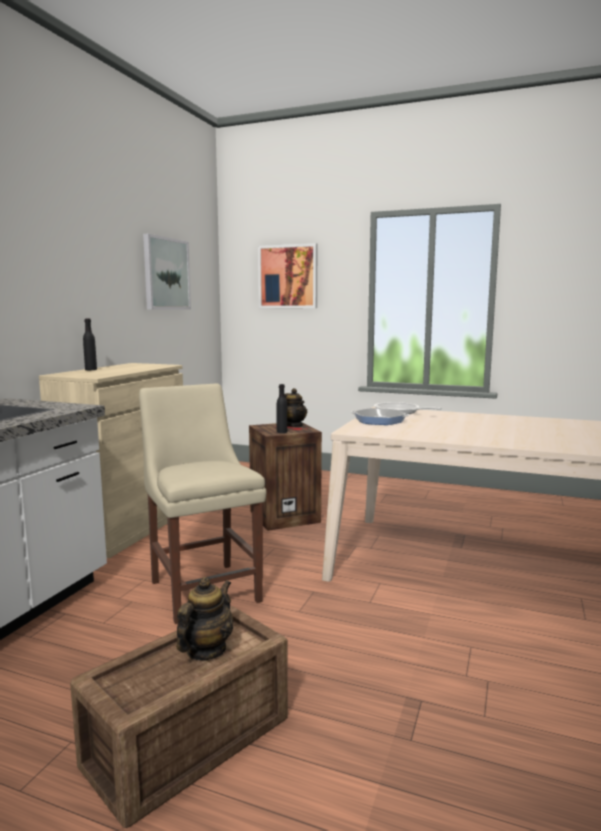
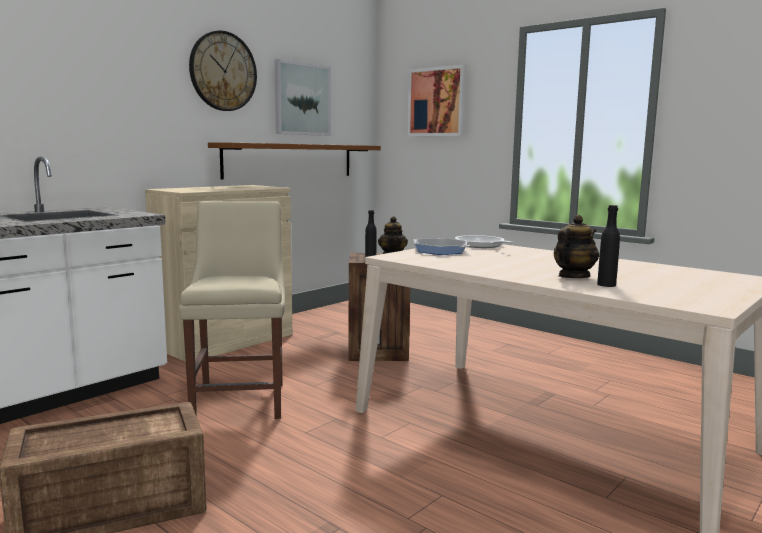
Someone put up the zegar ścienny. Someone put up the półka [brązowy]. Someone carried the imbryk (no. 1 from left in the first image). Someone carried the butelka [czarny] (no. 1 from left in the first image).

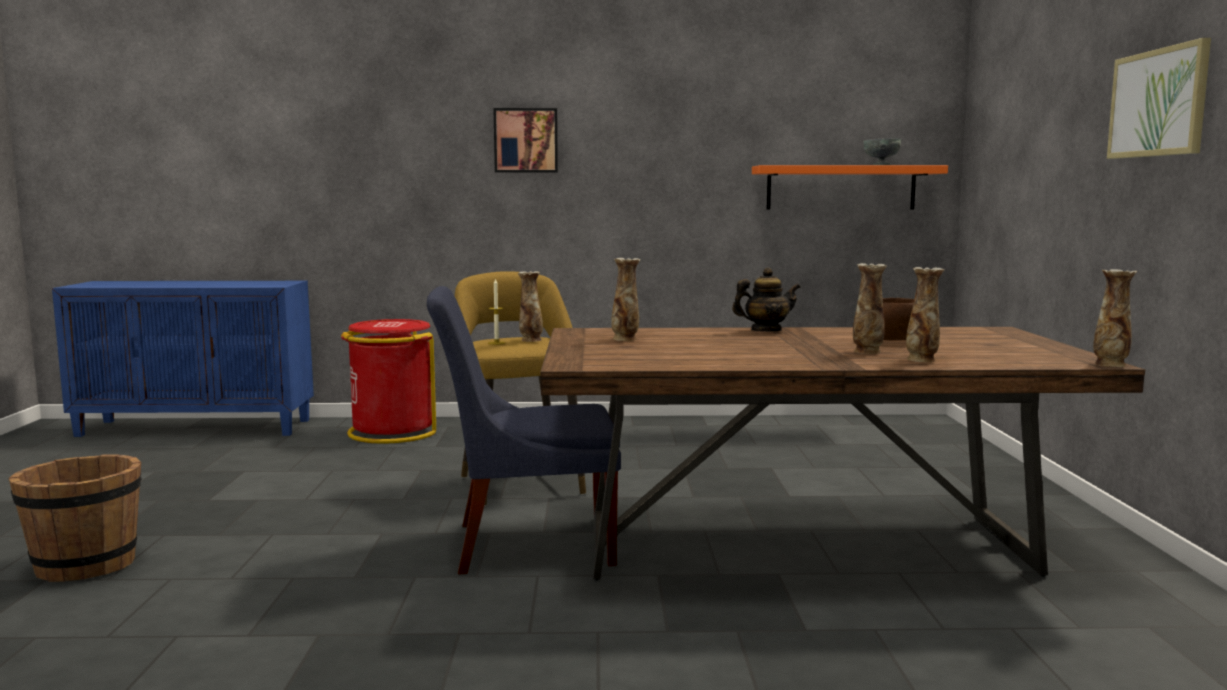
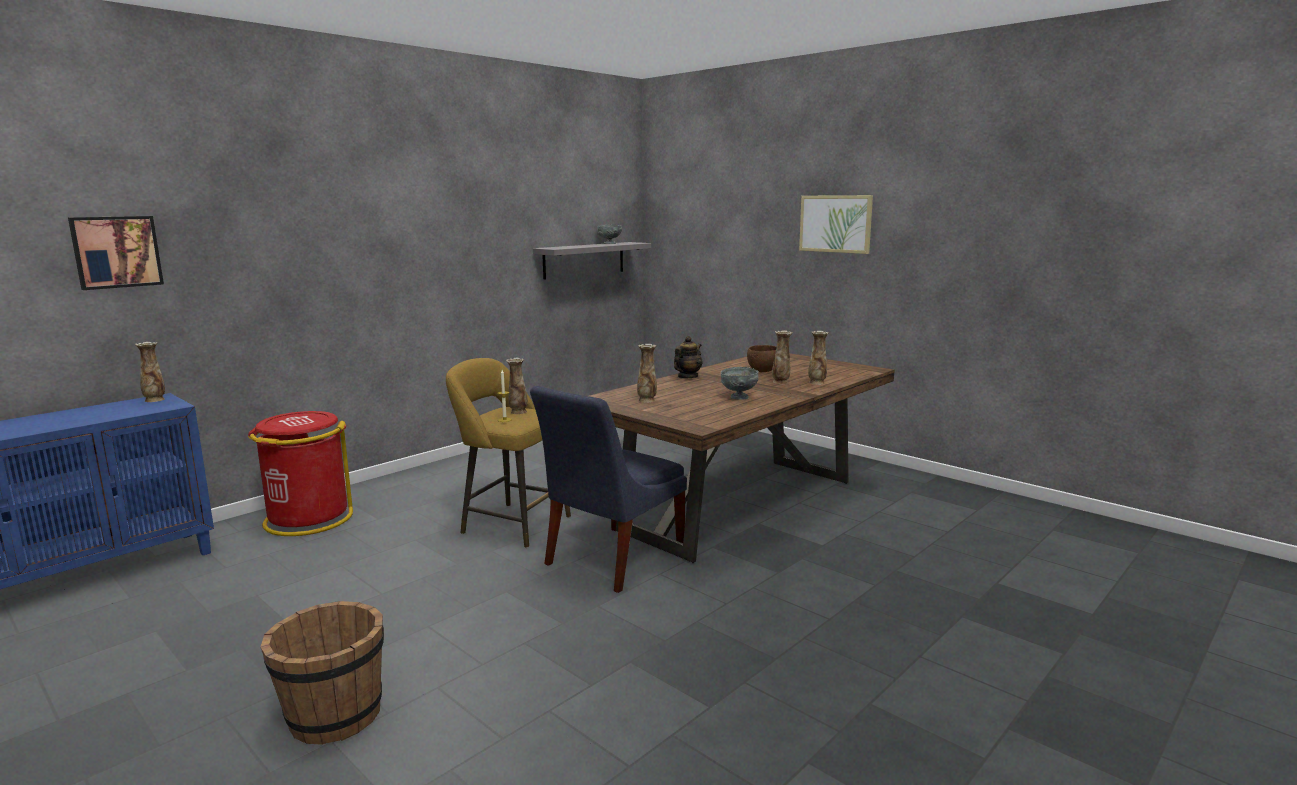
Someone carried the obraz (no. 1 from left). Someone carried the wazon (no. 5 from left in the first image). Someone repainted the półka [pomarańczowy], which became the półka [szary]. Someone put down the miska [szary] (no. 2 from left).

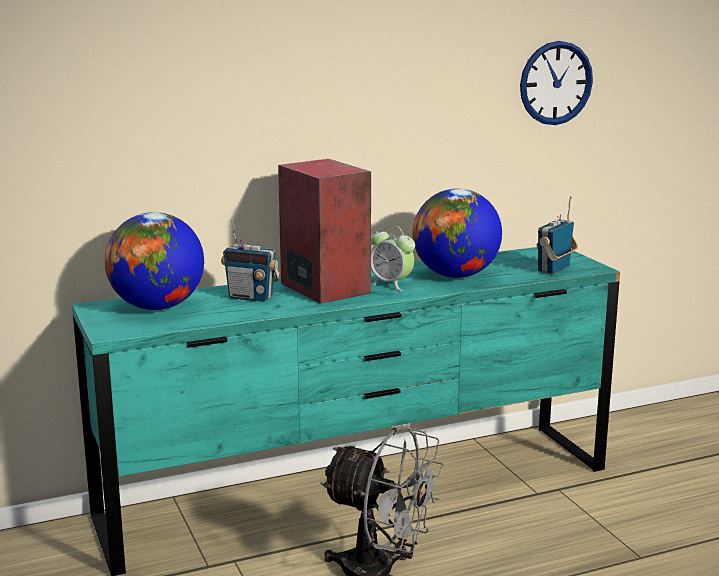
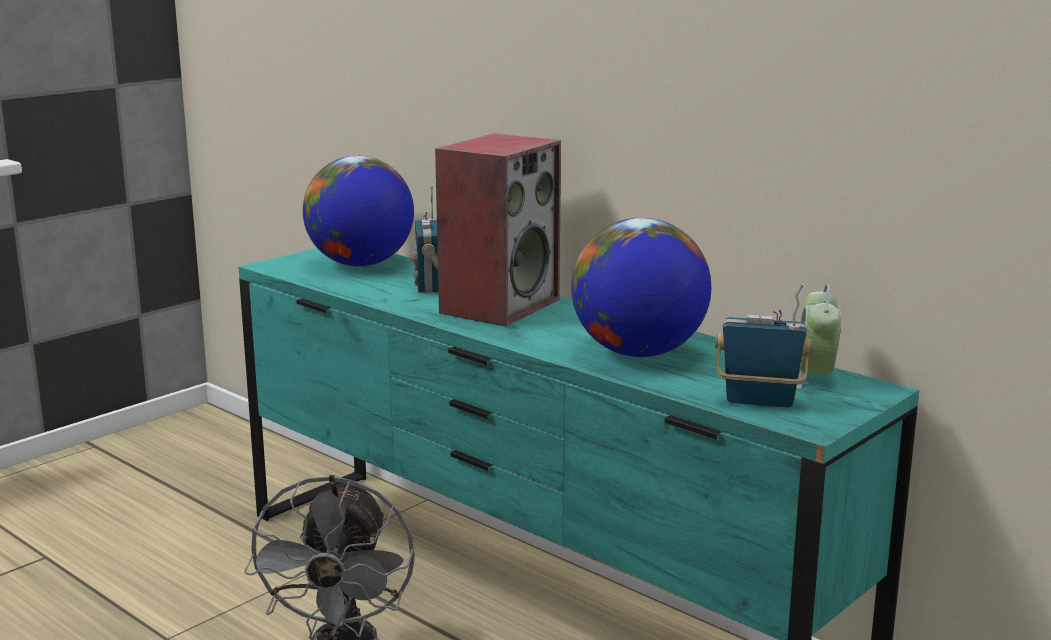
Someone carried the budzik. Someone took away the zegar ścienny.

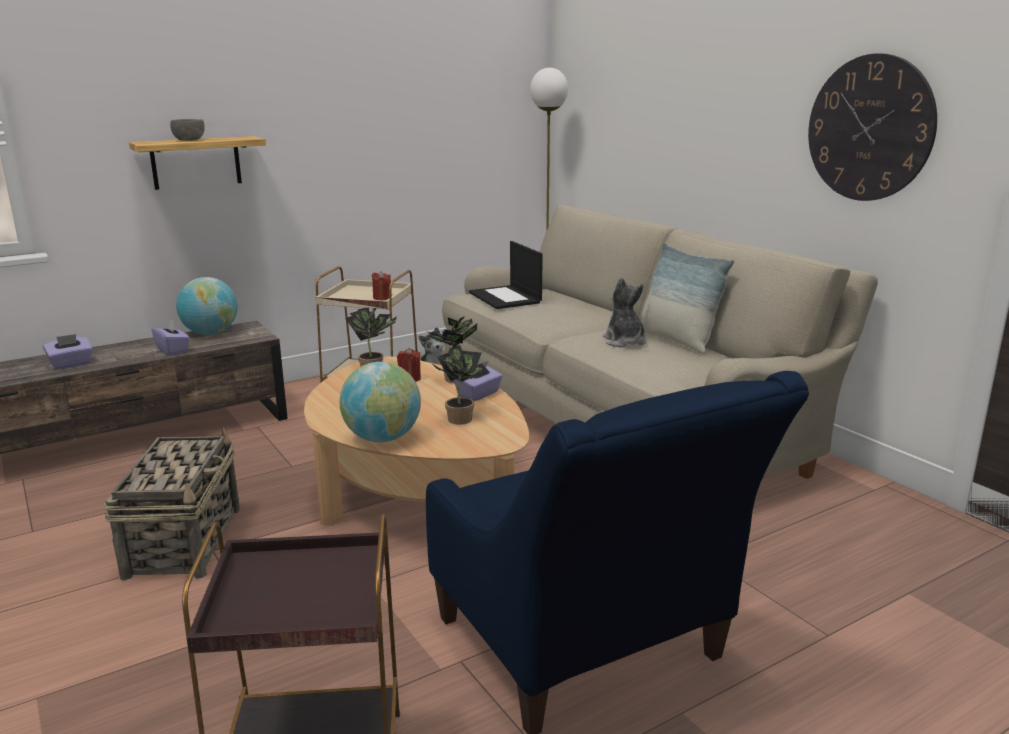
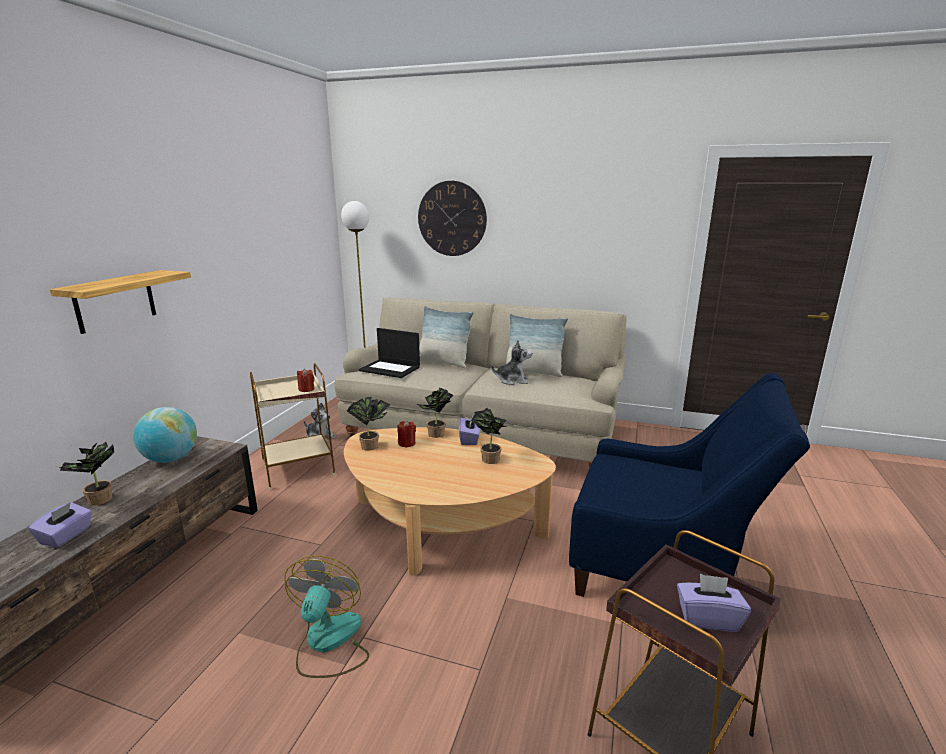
Someone put down the roślina doniczkowa (no. 1 from left). Someone swapped the koszyk for the wentylator. Someone carried the zegar ścienny. Someone put down the poduszka (no. 1 from left). Someone rotated the pluszak (no. 2 from left) by 150 degrees clockwise. Someone carried the pudełko chusteczek [fioletowy] (no. 2 from left in the first image). Someone took away the miska [szary]. Someone took away the globus (no. 2 from left).

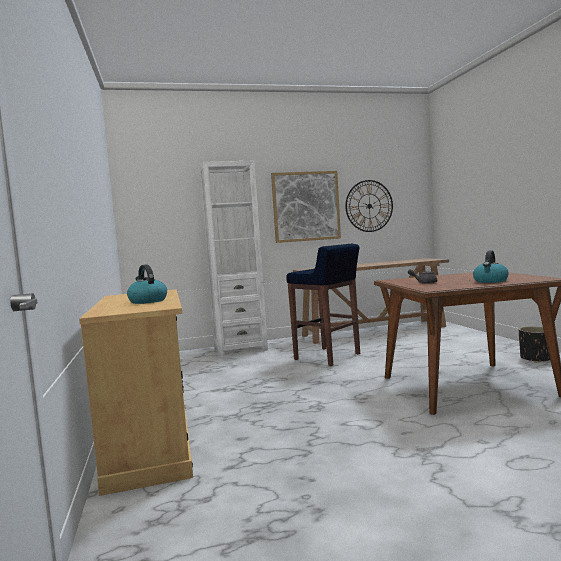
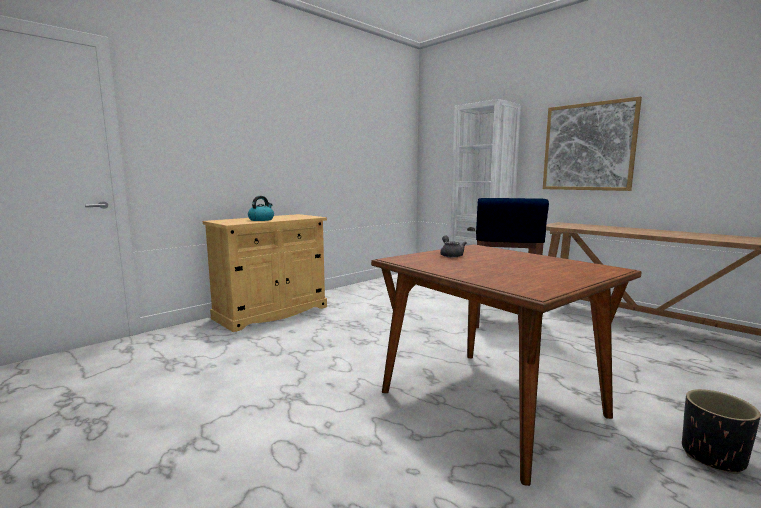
Someone took away the zegar ścienny. Someone took away the czajnik (no. 2 from left).

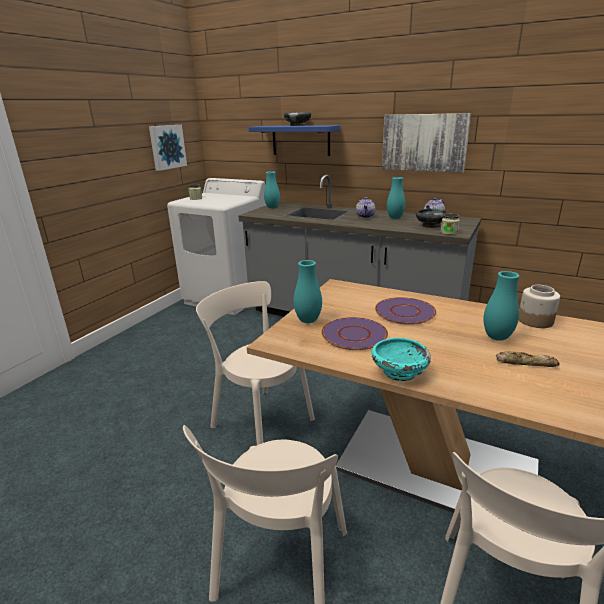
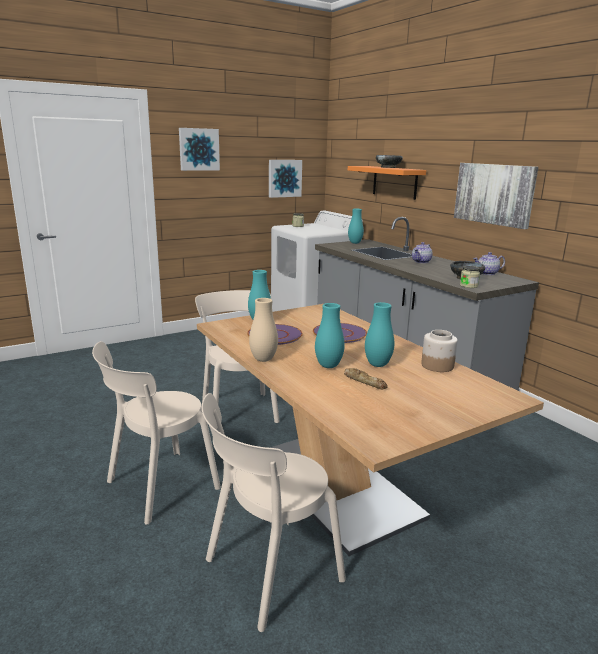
Someone put up the obraz (no. 1 from left). Someone swapped the miska [turkusowy] for the wazon [beżowy]. Someone carried the wazon [turkusowy] (no. 3 from left in the first image). Someone repainted the półka [niebieski], which became the półka [pomarańczowy].

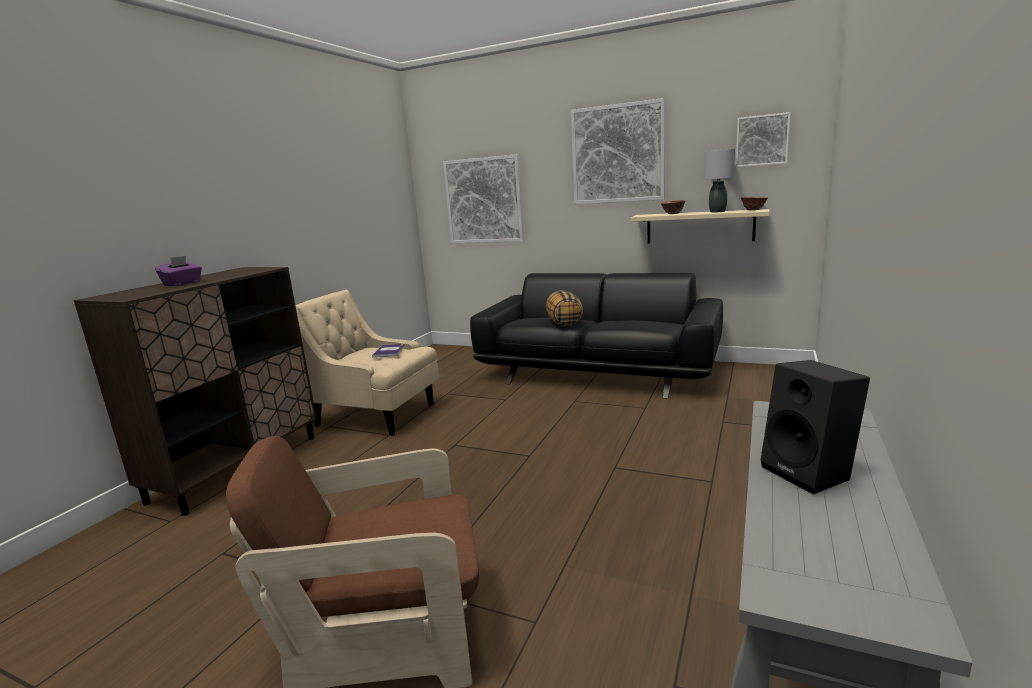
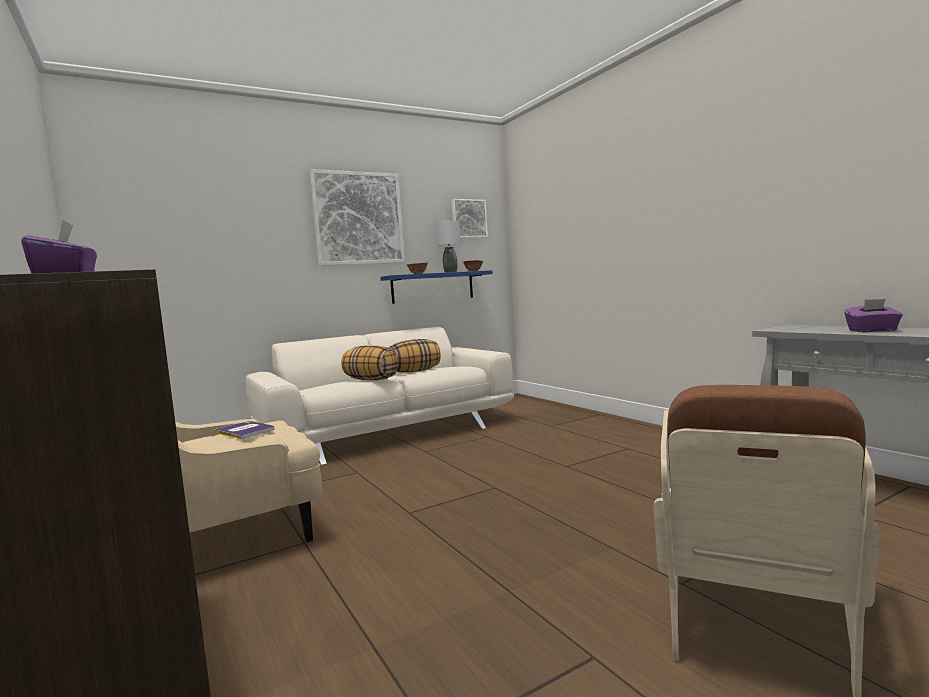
Someone repainted the kanapa [czarny], which became the kanapa [beżowy]. Someone repainted the półka [beżowy], which became the półka [niebieski]. Someone put down the poduszka (no. 2 from left). Someone swapped the głośnik [czarny] for the pudełko chusteczek [fioletowy] (no. 2 from left). Someone took away the obraz (no. 1 from left).

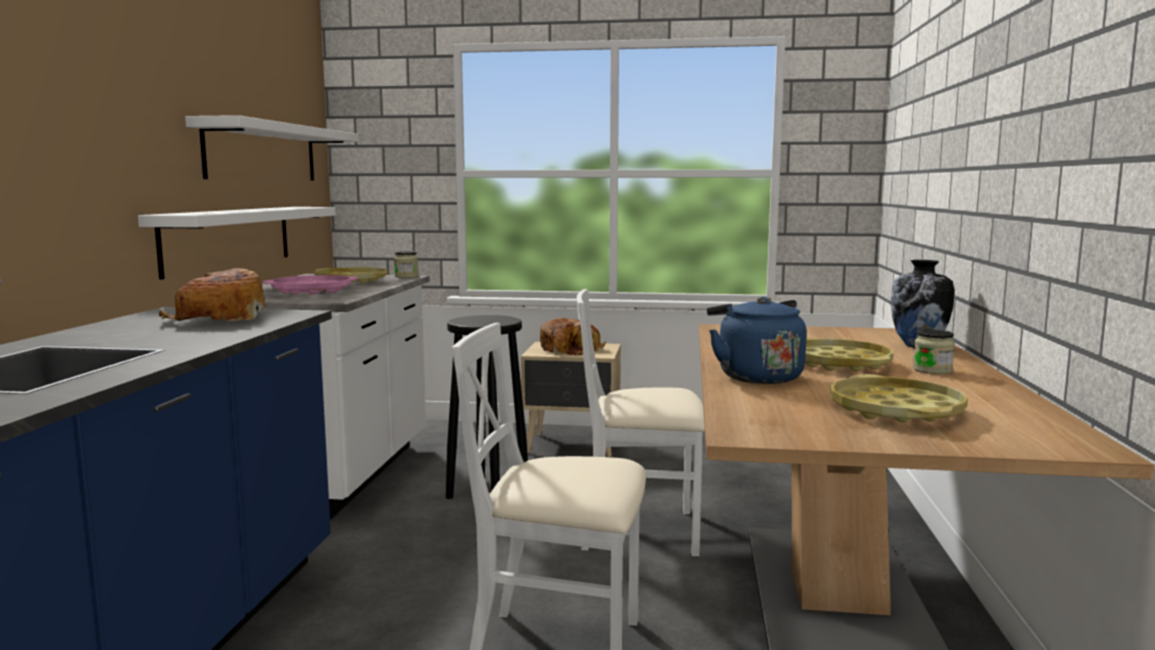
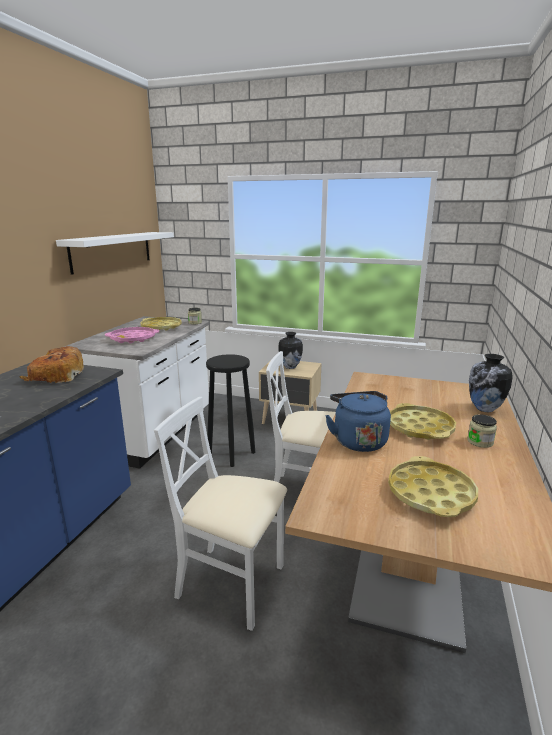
Someone swapped the chleb (no. 2 from left) for the wazon (no. 1 from left). Someone took away the półka [biały] (no. 1 from left).

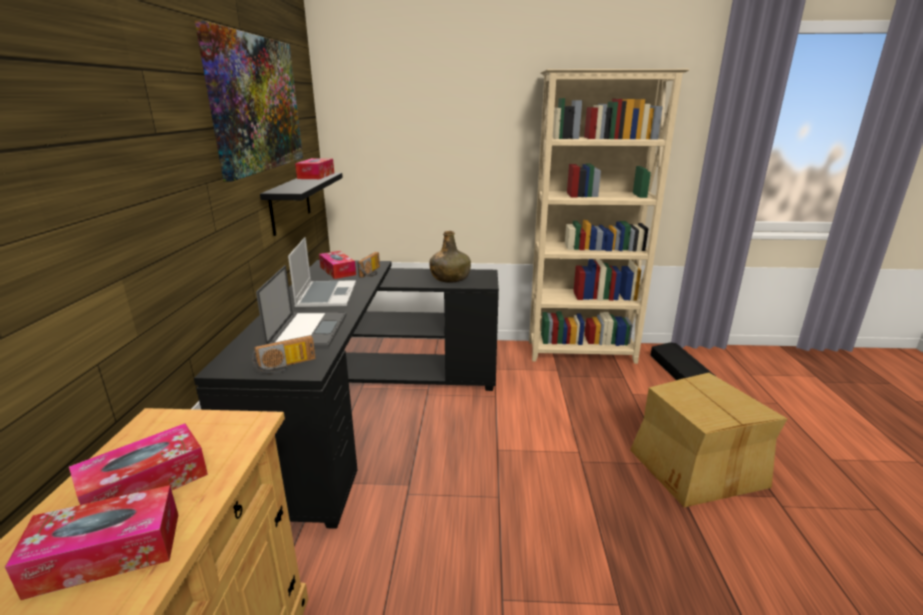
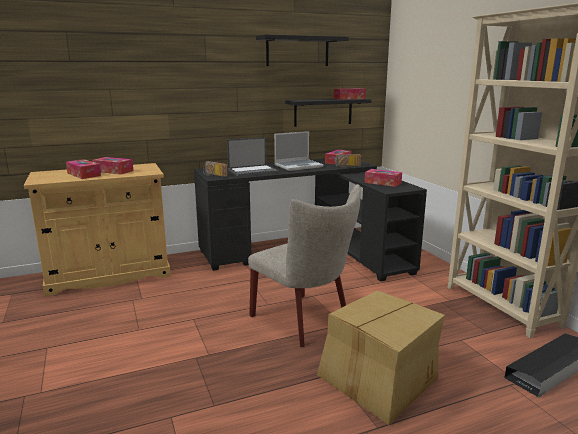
Someone put down the krzesło [beżowy]. Someone swapped the obraz for the półka [czarny] (no. 1 from left). Someone swapped the butelka [zielony] for the pudełko chusteczek (no. 5 from left).

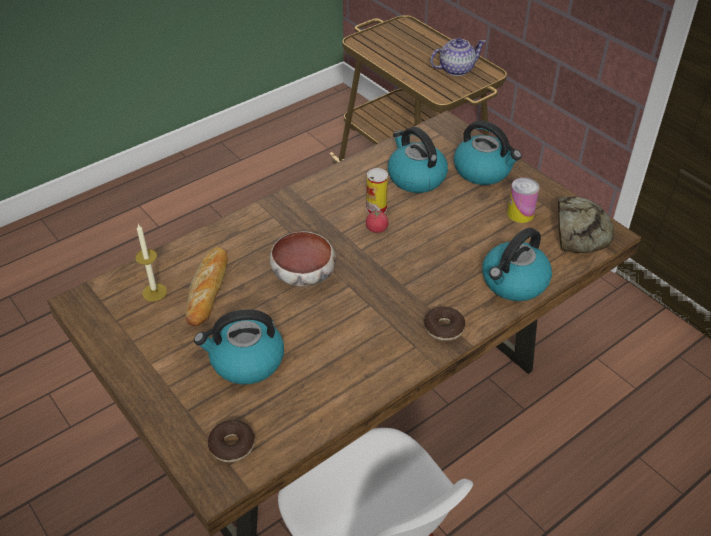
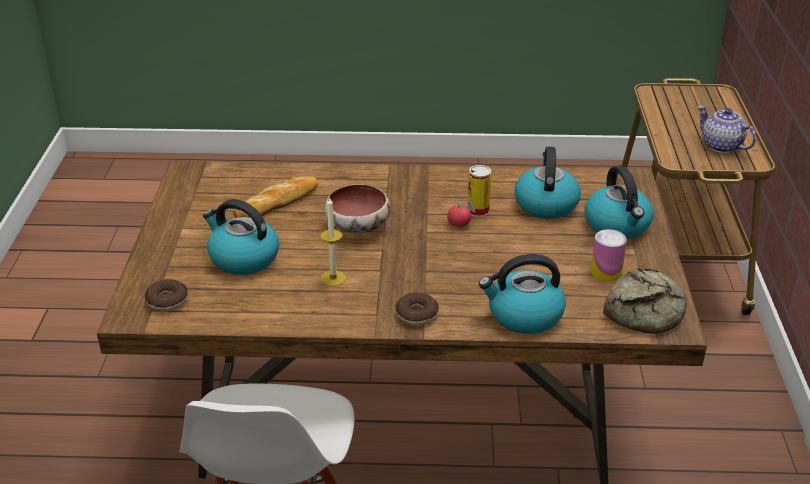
Someone carried the świeca. Someone rotated the imbryk by 150 degrees counterclockwise.

